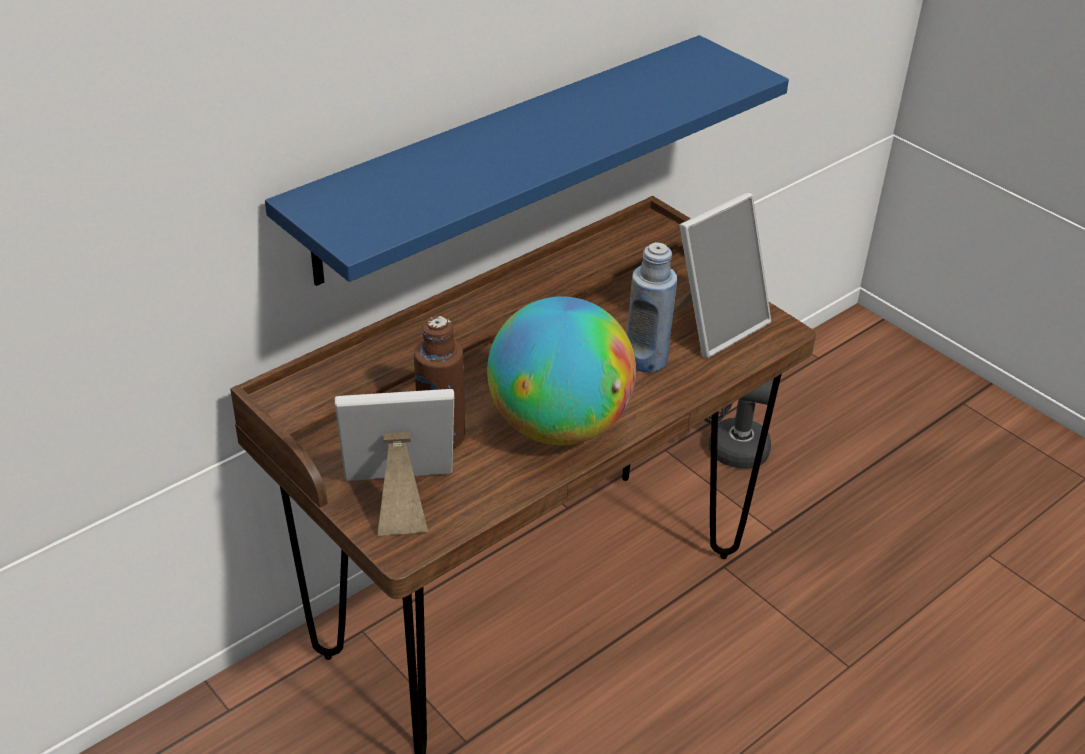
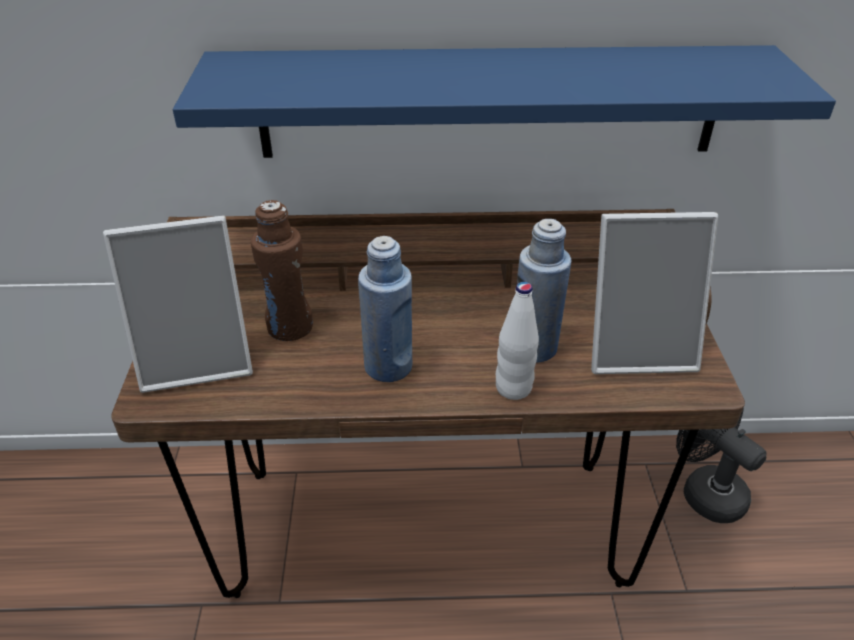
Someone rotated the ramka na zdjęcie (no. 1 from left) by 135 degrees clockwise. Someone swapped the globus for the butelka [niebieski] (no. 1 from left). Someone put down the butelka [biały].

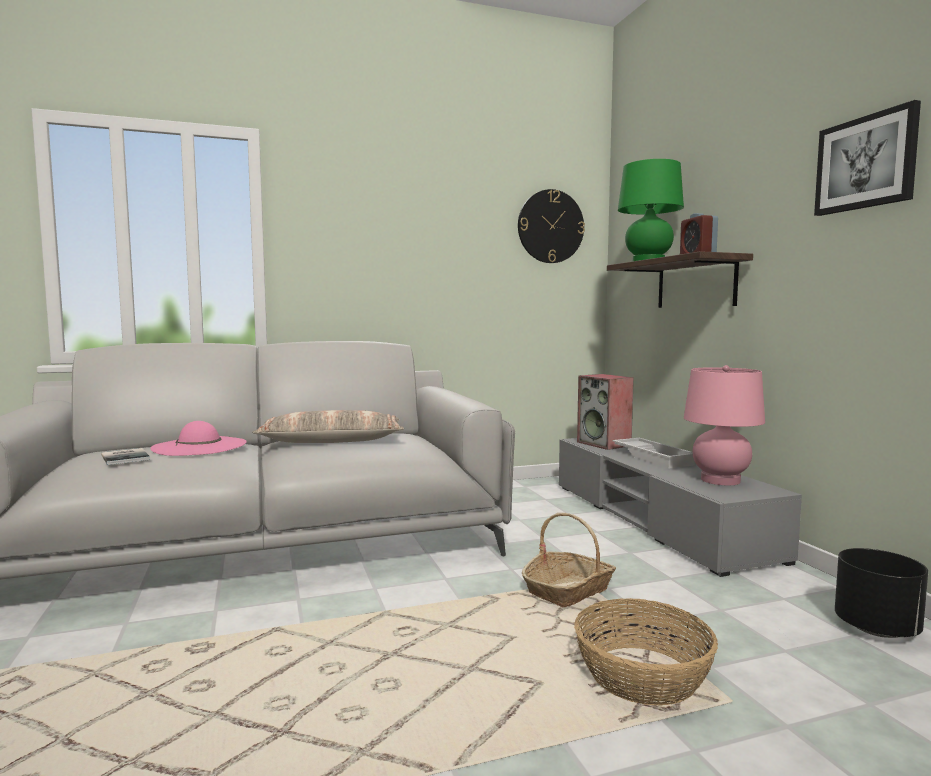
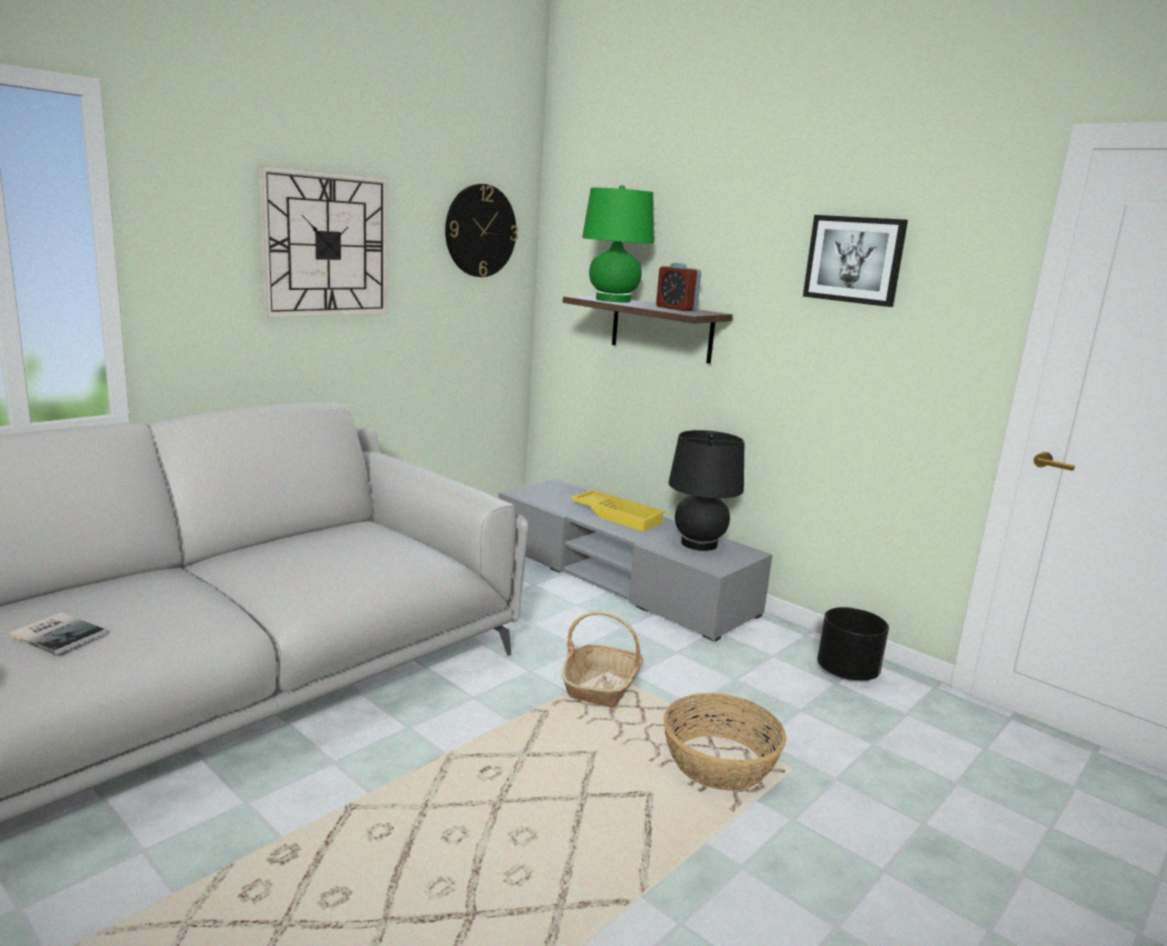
Someone put up the zegar ścienny (no. 1 from left). Someone repainted the taca [biały], which became the taca [żółty]. Someone repainted the lampa stołowa [różowy], which became the lampa stołowa [czarny]. Someone took away the kapelusz [różowy]. Someone took away the poduszka. Someone took away the głośnik.

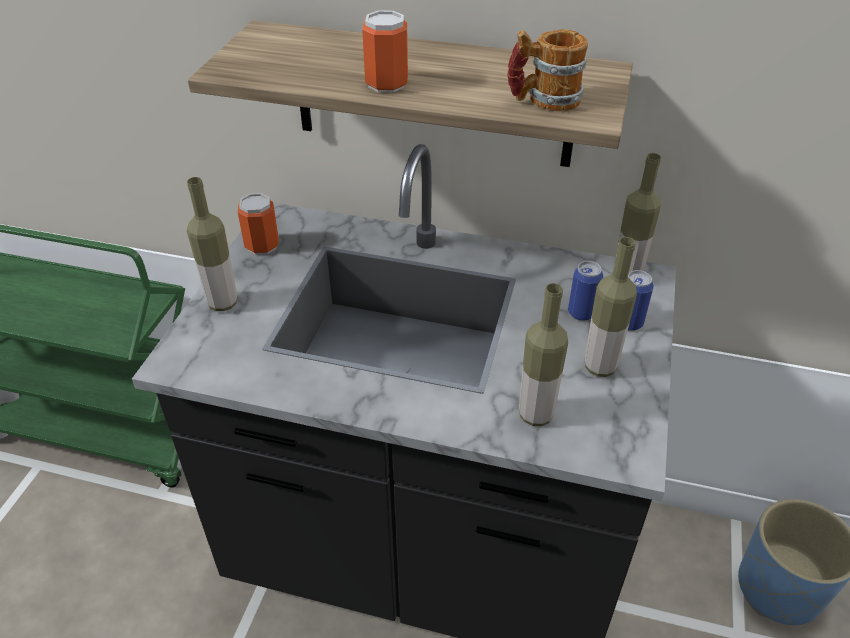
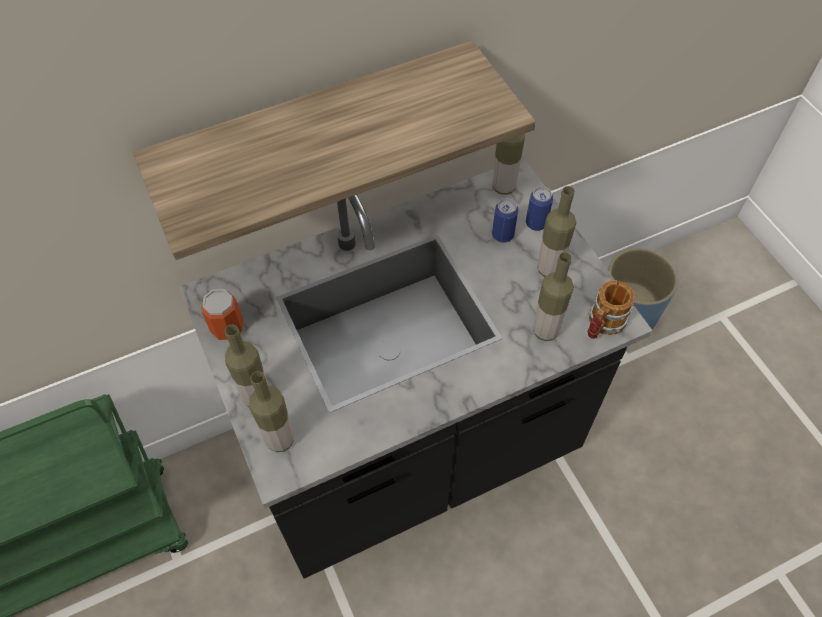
Someone put down the butelka (no. 2 from left). Someone carried the kubek. Someone took away the puszka (no. 2 from left).

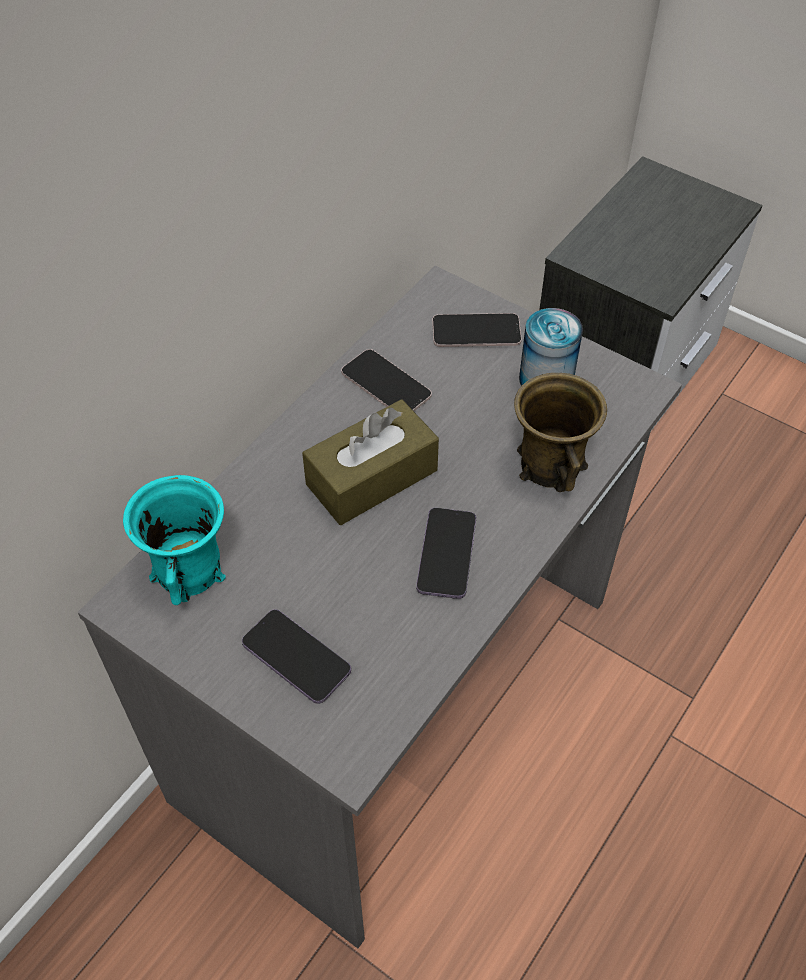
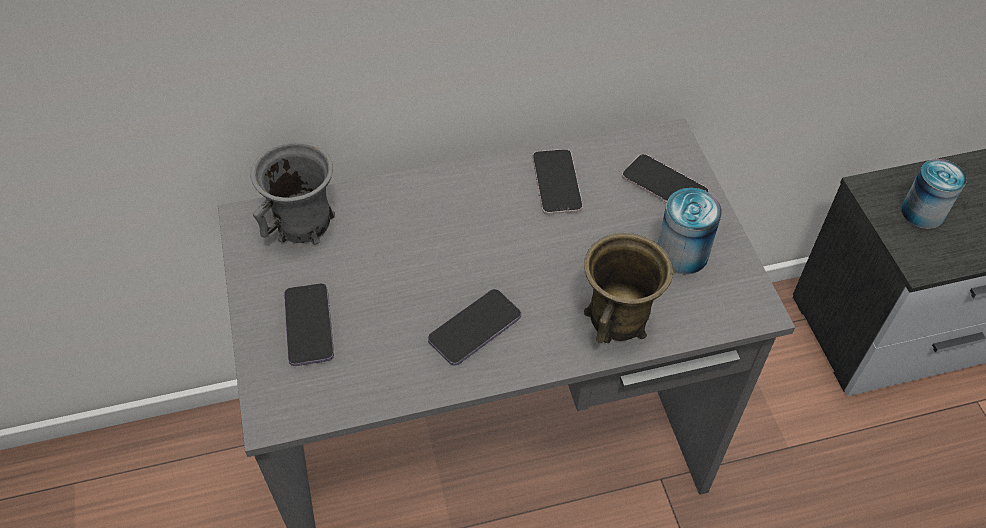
Someone repainted the kubek [turkusowy], which became the kubek [szary]. Someone put down the puszka (no. 2 from left). Someone took away the pudełko chusteczek [brązowy].

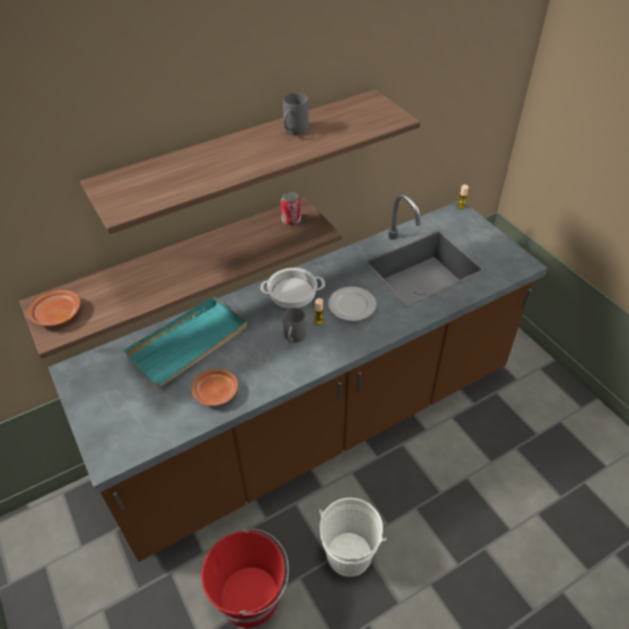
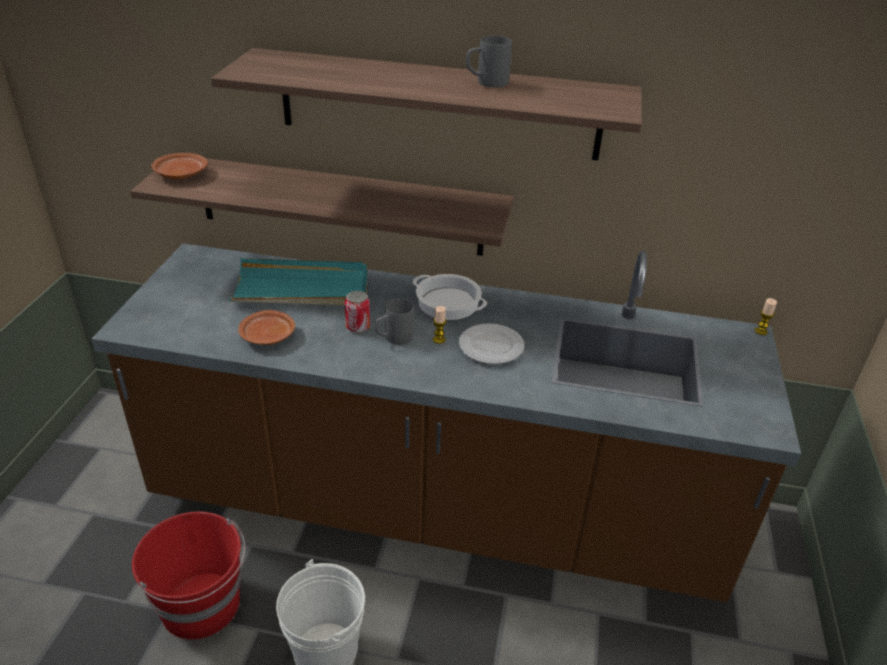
Someone carried the puszka.

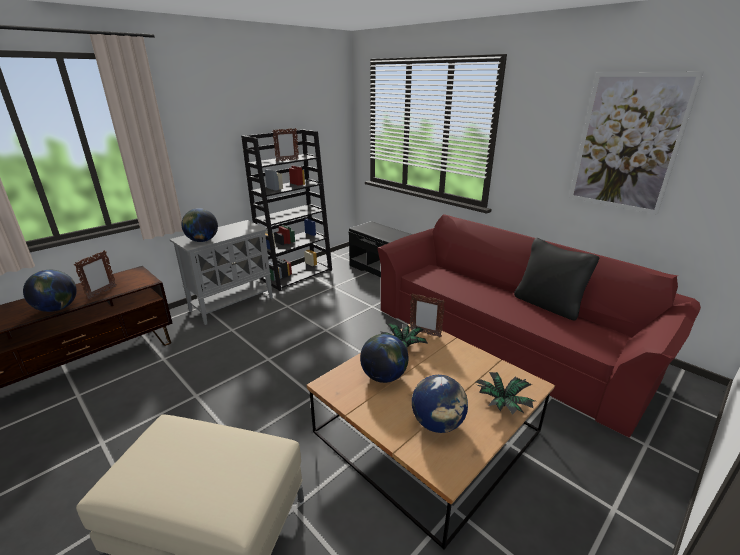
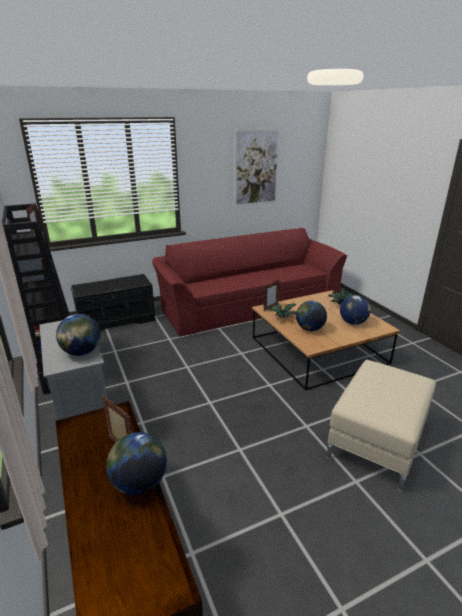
Someone took away the poduszka [czarny].

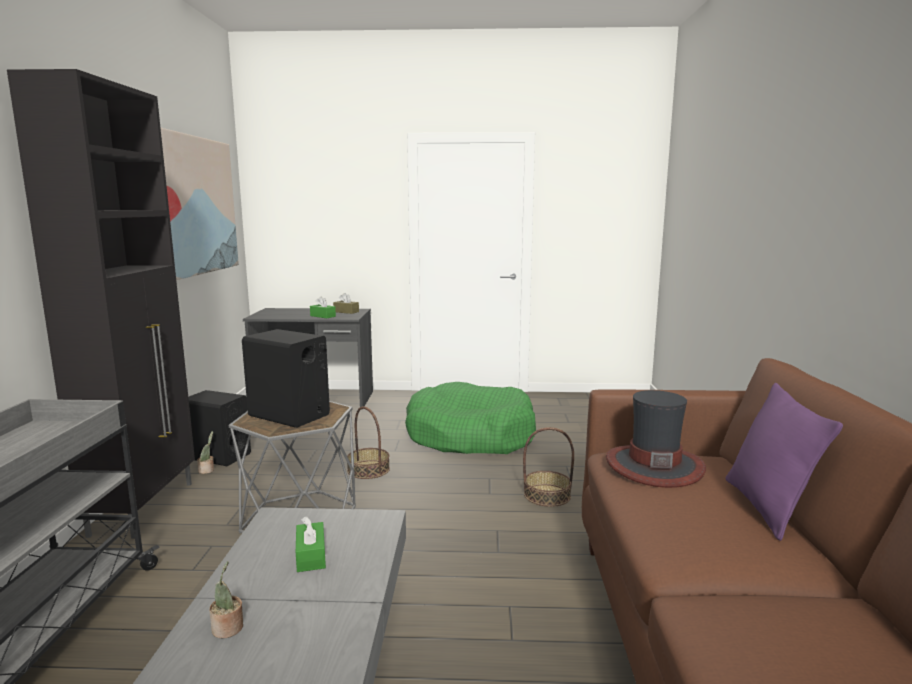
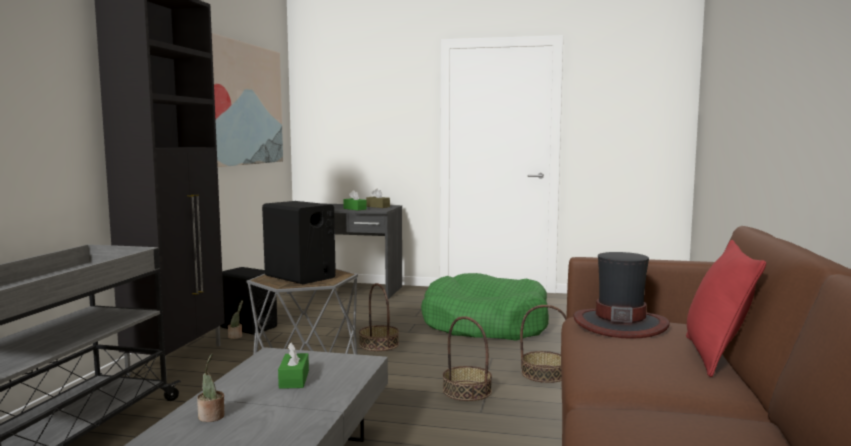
Someone put down the koszyk (no. 2 from left). Someone repainted the poduszka [fioletowy], which became the poduszka [czerwony].

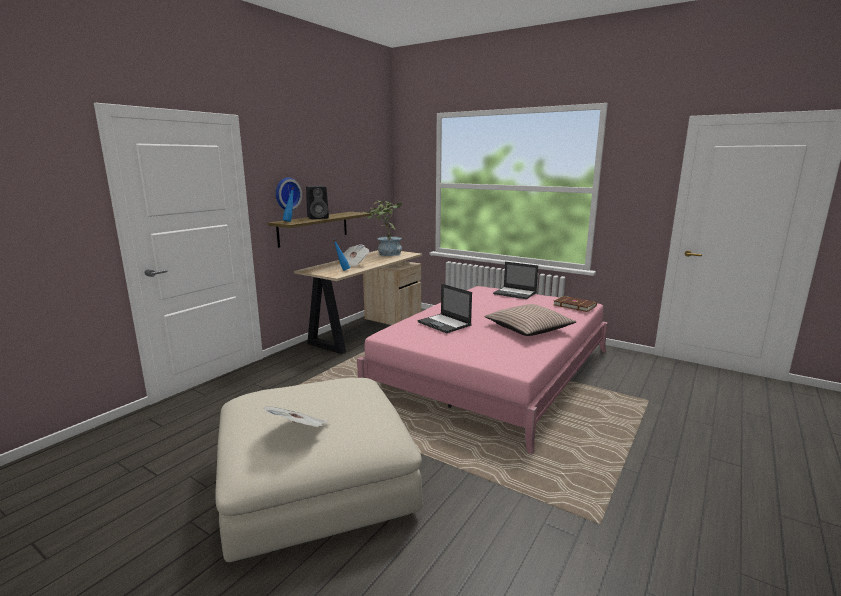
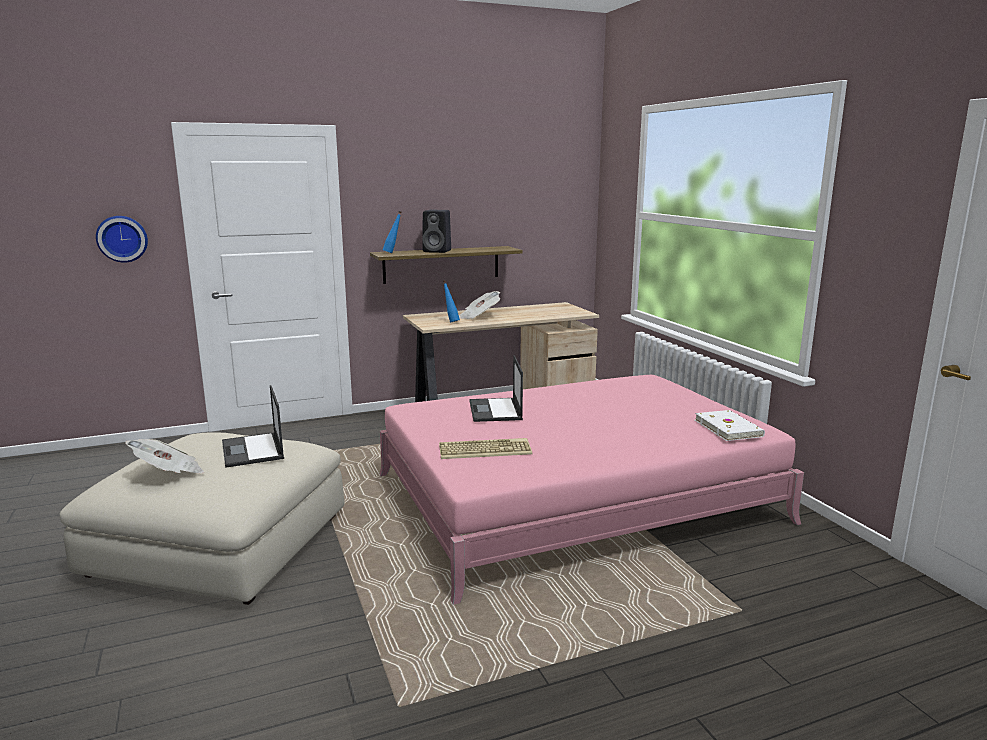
Someone carried the zegar ścienny. Someone carried the laptop (no. 2 from left in the first image). Someone put down the klawiatura. Someone repainted the książka [brązowy], which became the książka [biały]. Someone took away the roślina doniczkowa. Someone took away the poduszka.

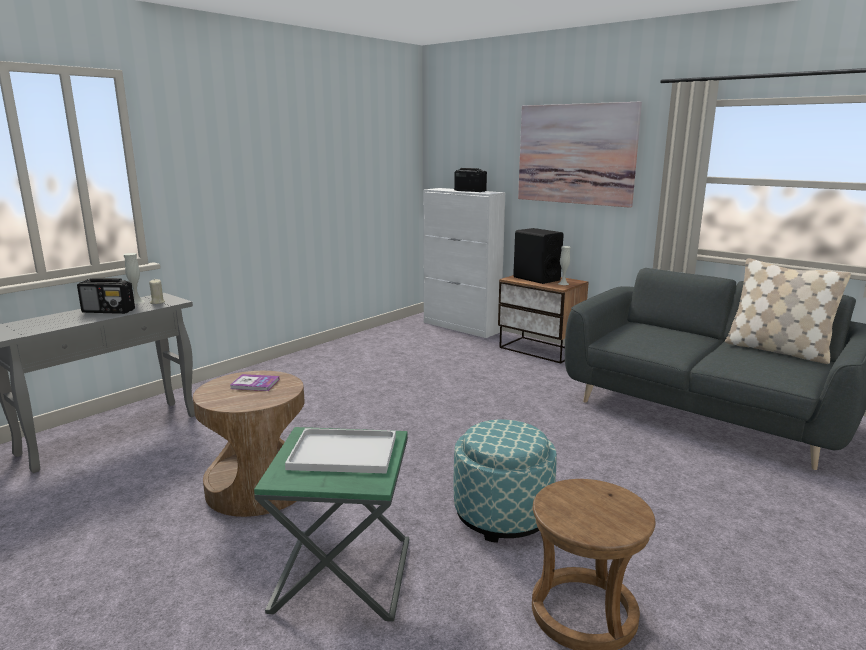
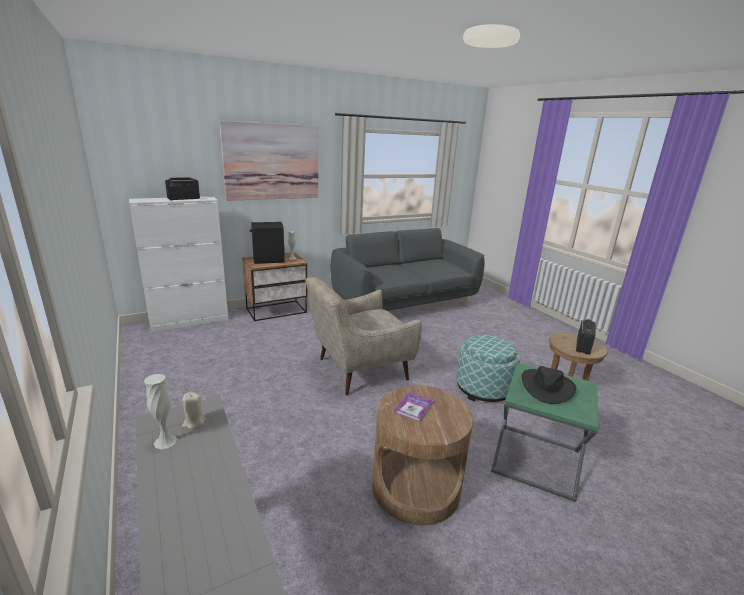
Someone put down the fotel [beżowy]. Someone swapped the taca [biały] for the kapelusz [czarny]. Someone carried the radio (no. 1 from left in the first image). Someone took away the poduszka [beżowy].

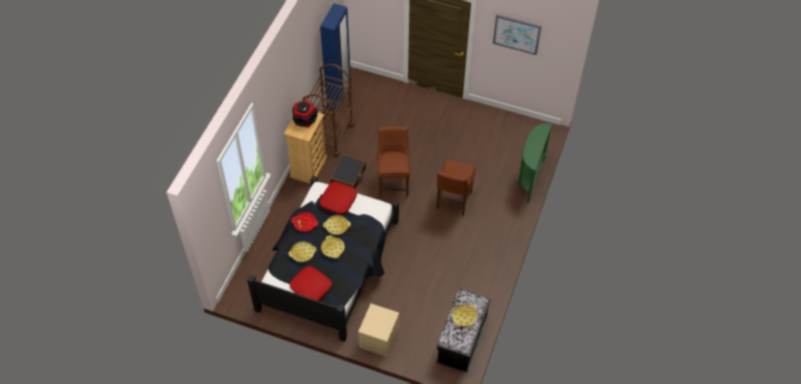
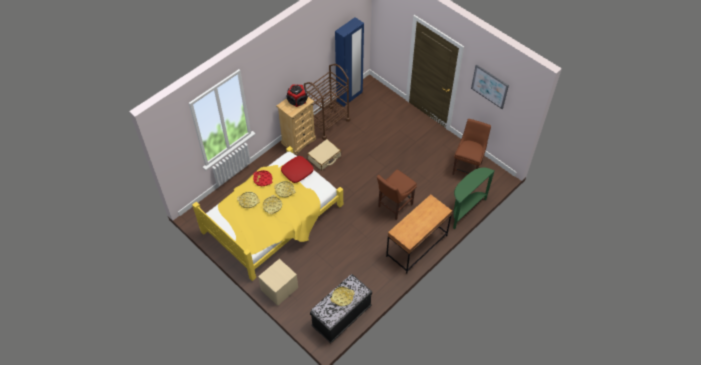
Someone repainted the łóżko [czarny], which became the łóżko [żółty]. Someone repainted the walizka [czarny], which became the walizka [beżowy]. Someone put down the biurko [brązowy]. Someone carried the krzesło [brązowy] (no. 1 from left in the first image). Someone took away the poduszka [czerwony] (no. 1 from left).

